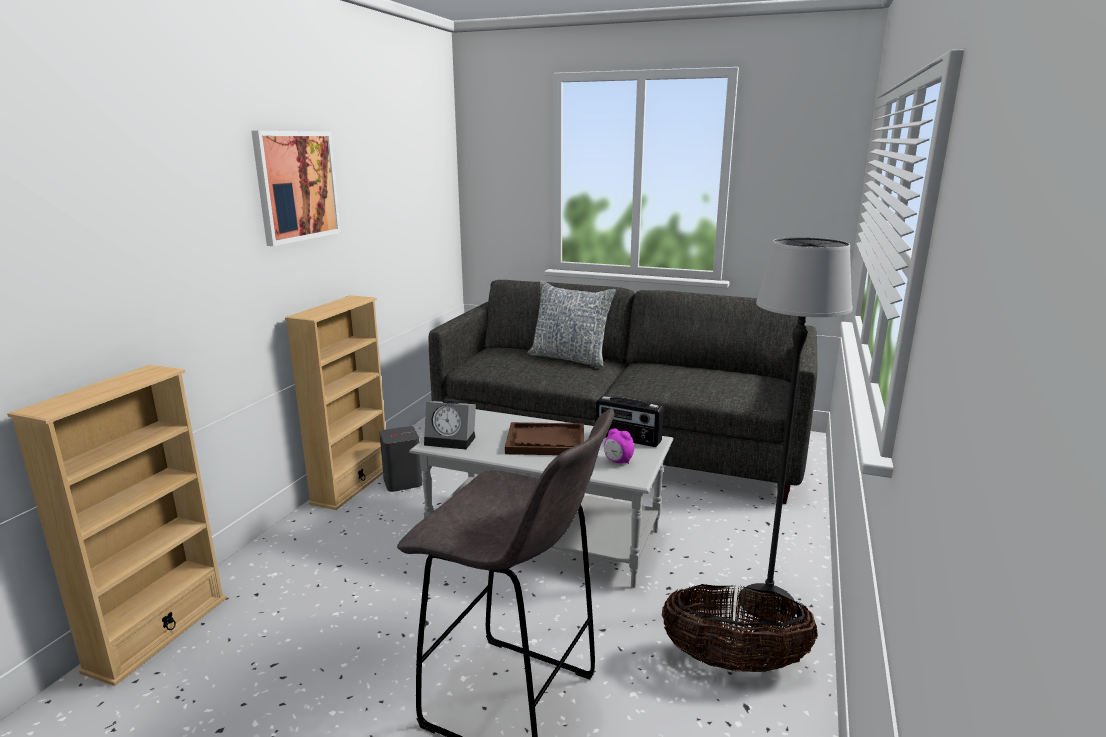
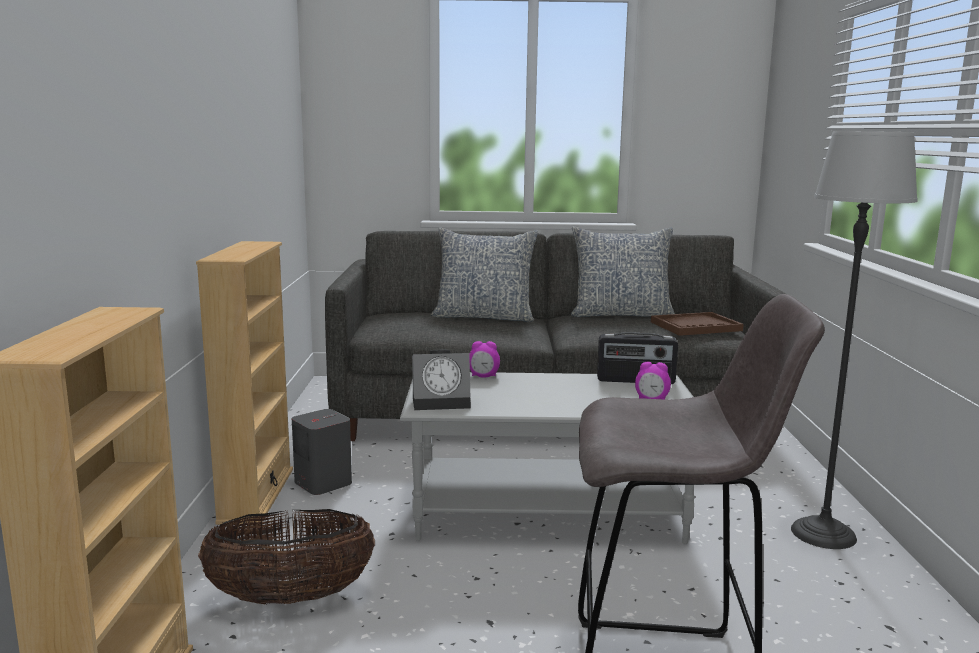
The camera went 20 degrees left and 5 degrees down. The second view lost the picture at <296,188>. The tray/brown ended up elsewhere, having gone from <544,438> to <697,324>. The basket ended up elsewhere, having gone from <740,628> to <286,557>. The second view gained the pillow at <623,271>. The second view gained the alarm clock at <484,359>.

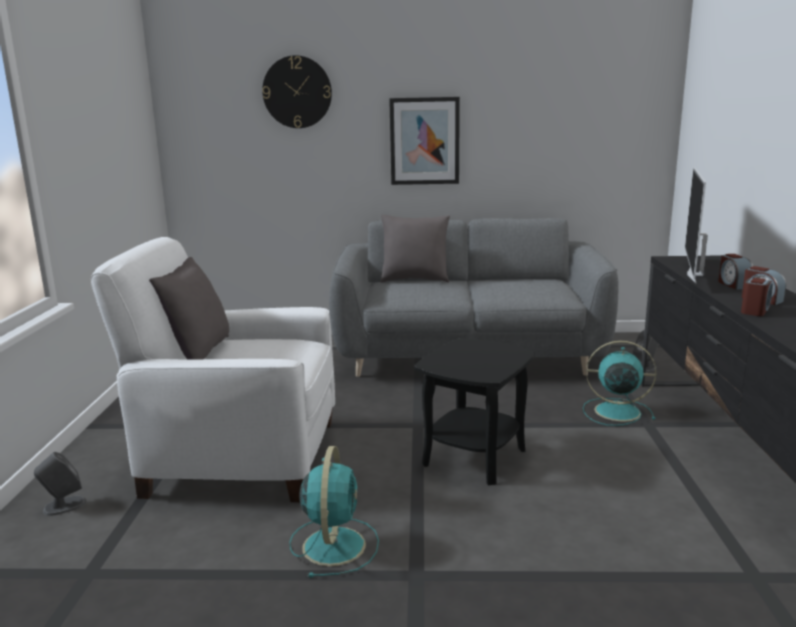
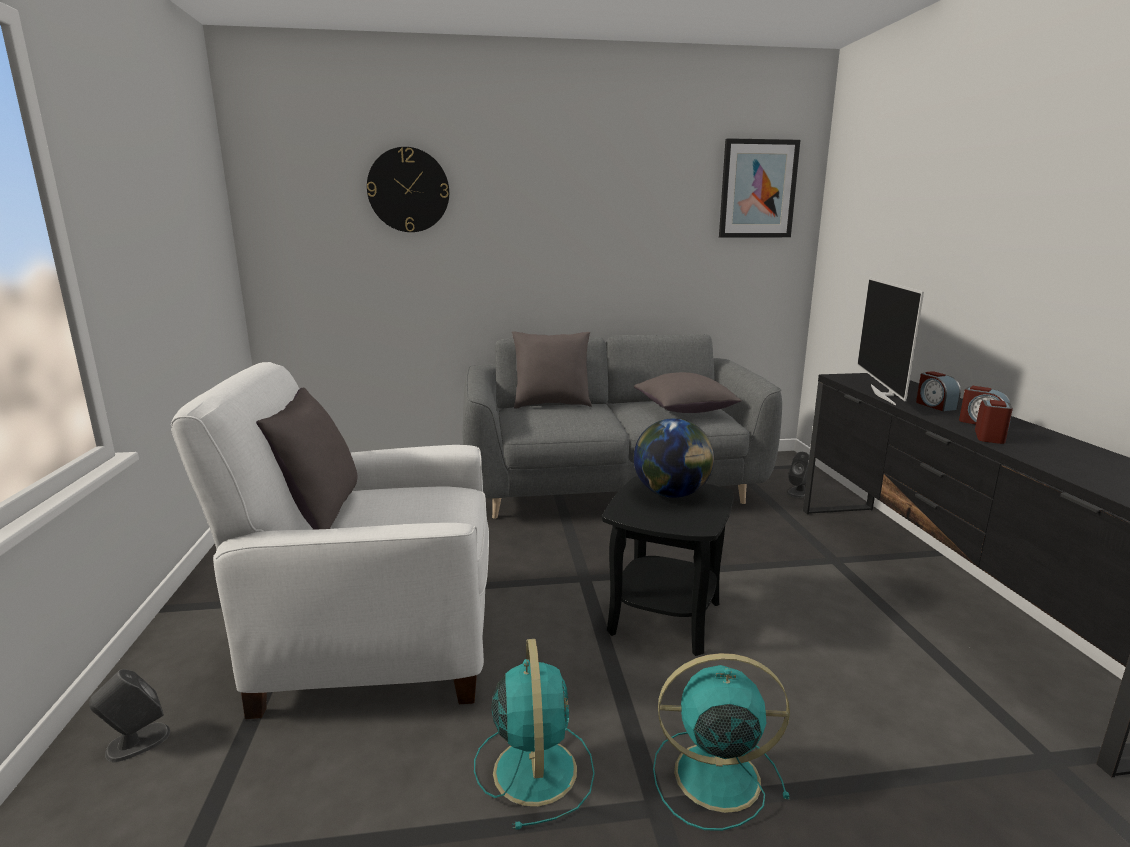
The camera went 10 degrees left and 0 degrees up. The picture ended up elsewhere, having gone from <424,141> to <759,188>. The fan/turquoise ended up elsewhere, having gone from <619,383> to <721,742>. The second view gained the pillow/grey at <688,392>. The second view gained the globe at <674,458>.

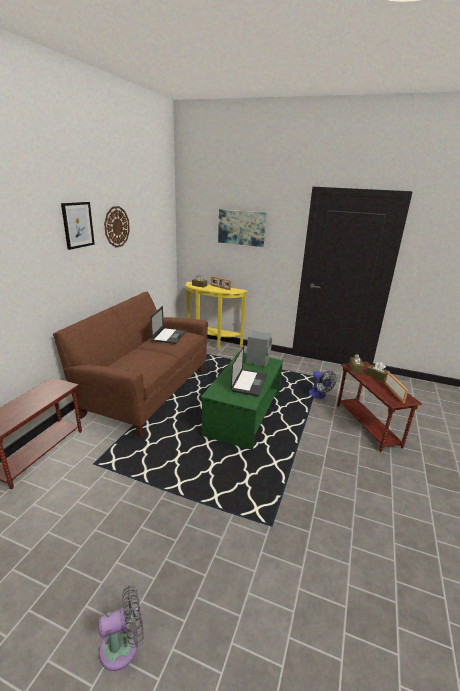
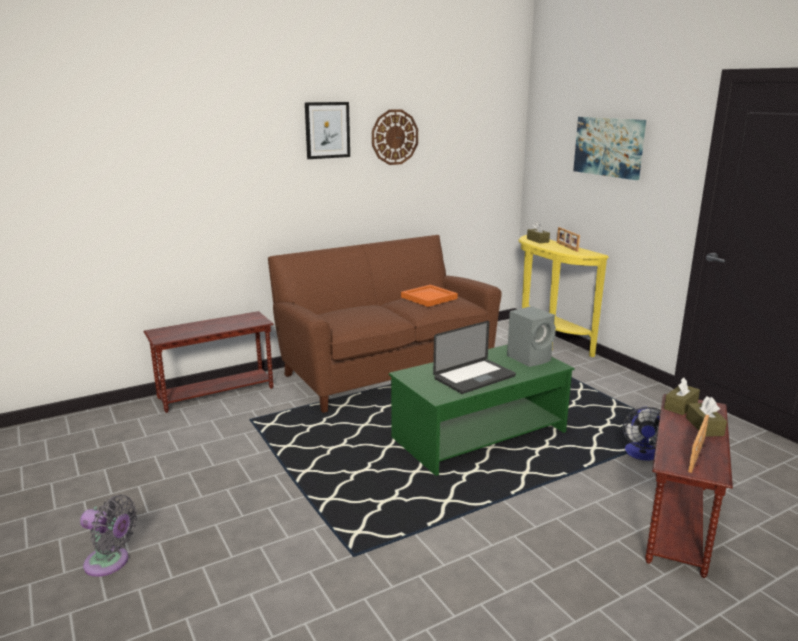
The camera went 40 degrees right and 5 degrees down. Where the laptop stood at <168,325>, the tray/orange came to stand at <429,296>.

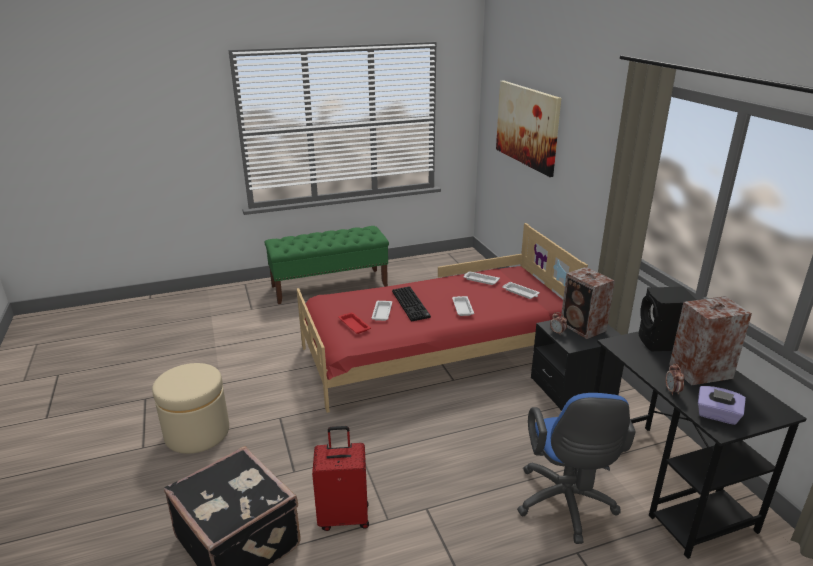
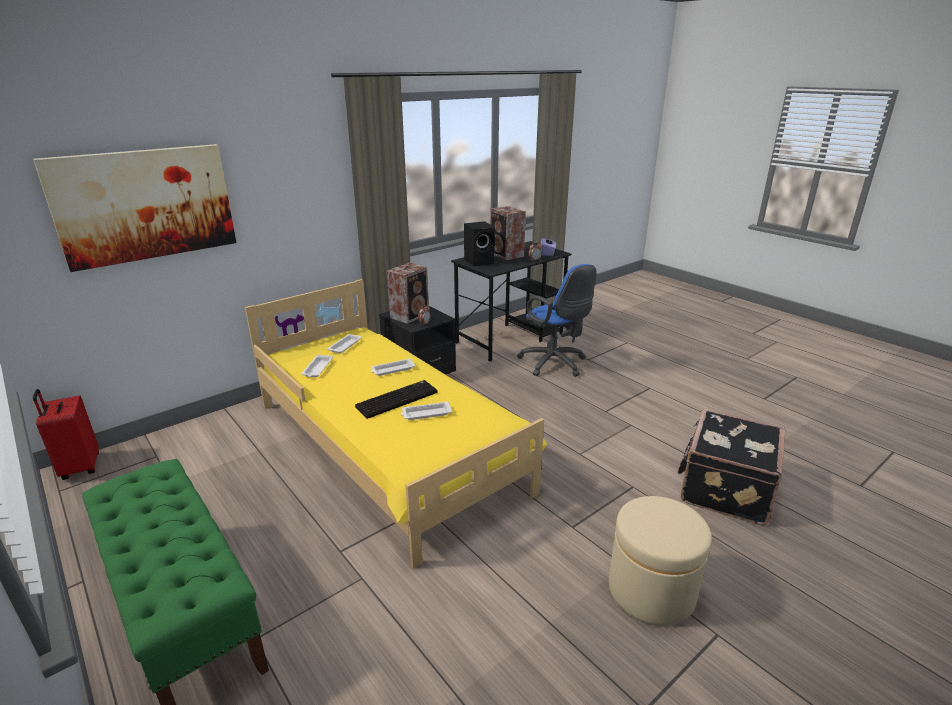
The camera went 110 degrees left and 0 degrees up. What was the bed/red at <442,318> turned into the bed/yellow at <396,424>. The second view lost the tray/red at <354,323>. The office chair/blue at <576,468> ended up facing another way, 75 degrees clockwise from before. The suitcase/red ended up elsewhere, having gone from <340,478> to <66,434>.

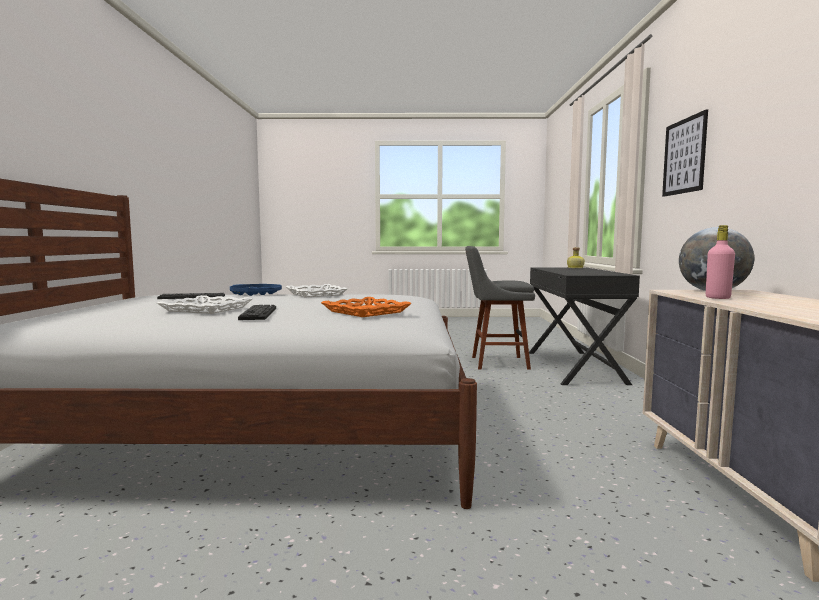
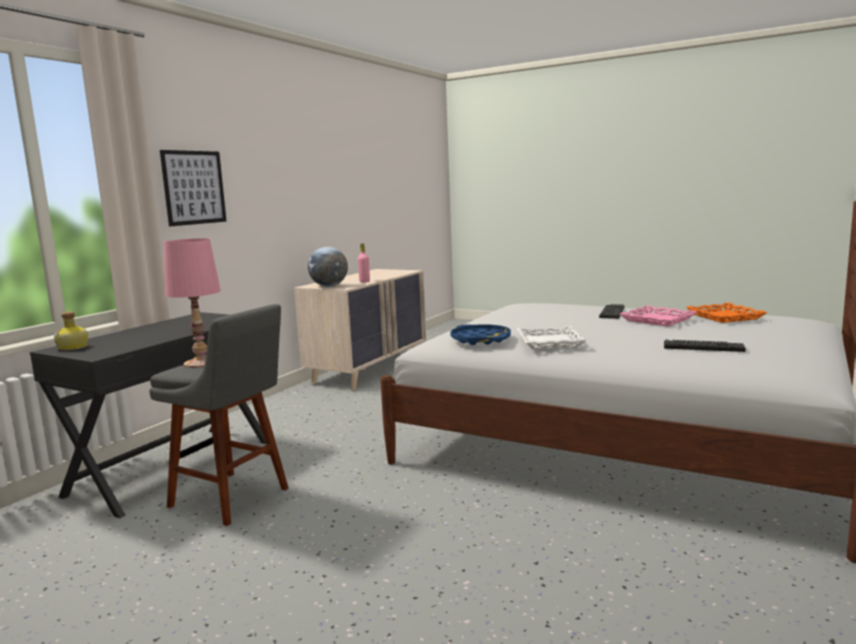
The camera went 150 degrees left and 5 degrees up. The tray/blue ended up elsewhere, having gone from <256,290> to <480,334>. What was the tray/white at <205,304> turned into the tray/pink at <658,315>. The tray/orange ended up elsewhere, having gone from <366,307> to <726,313>. The second view gained the table lamp/pink at <192,303>.

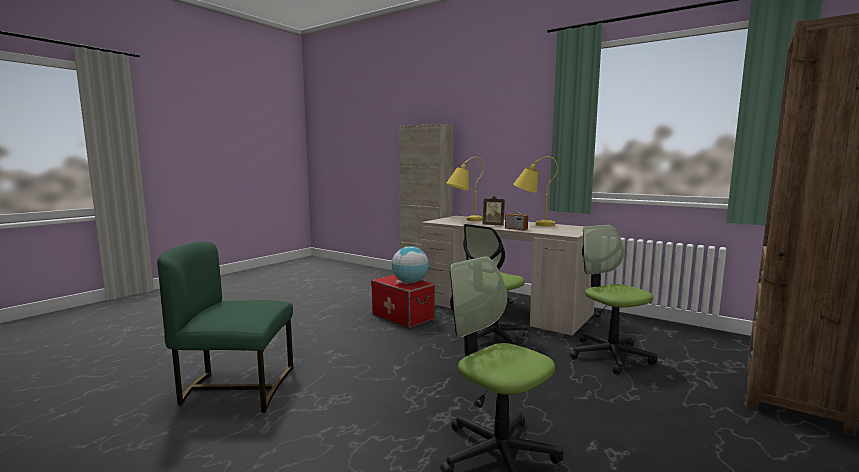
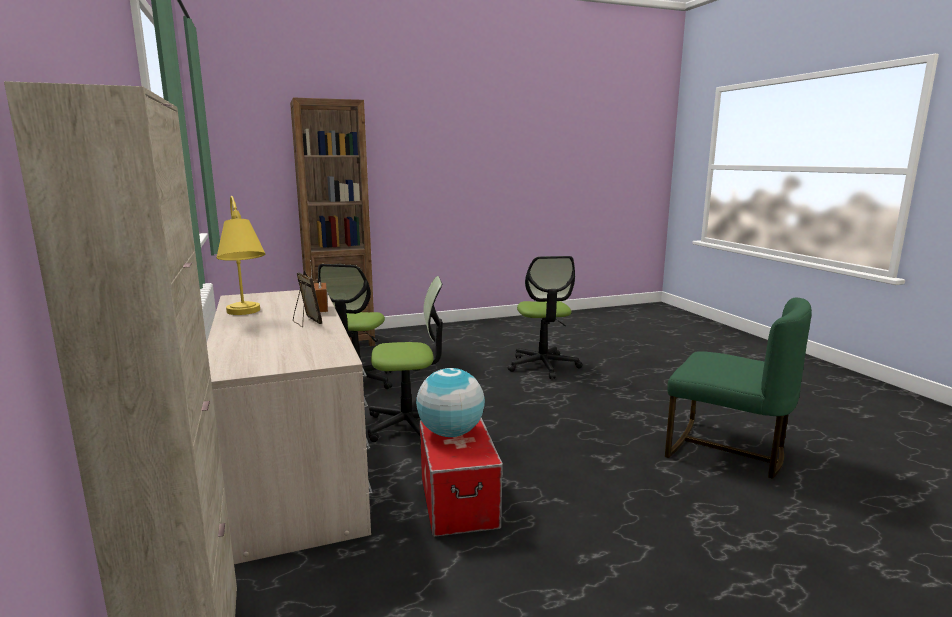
The camera went 145 degrees left and 5 degrees up. The second view lost the table lamp/yellow at <465,189>.

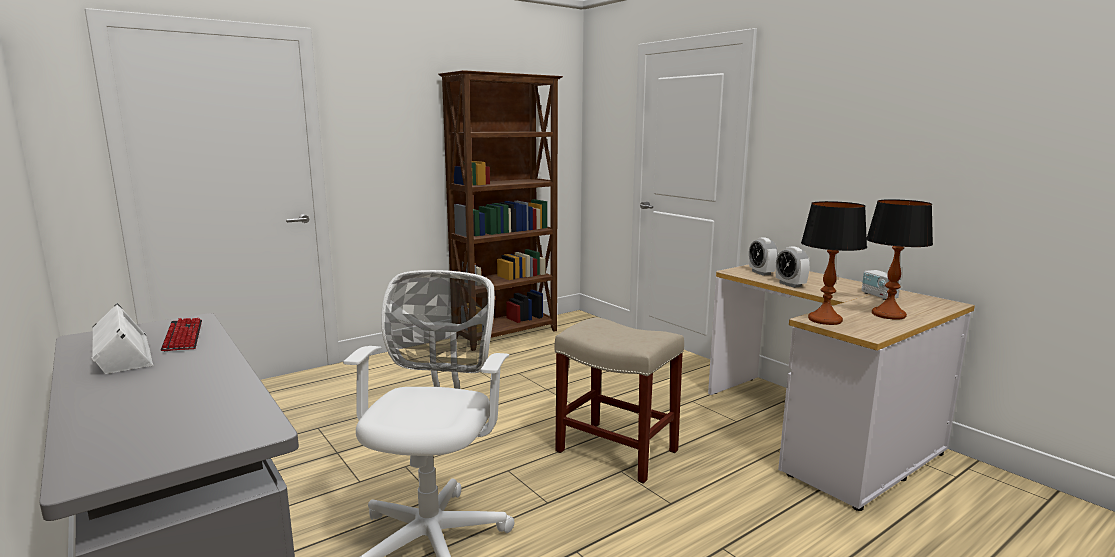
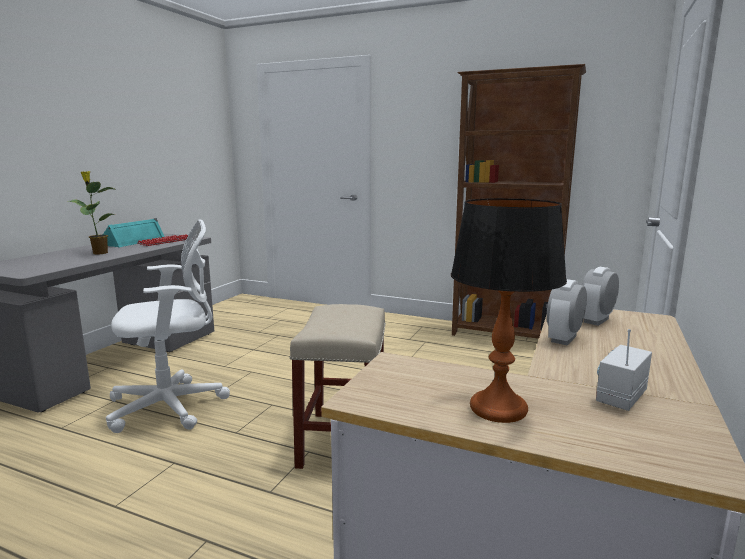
The camera went 60 degrees right and 0 degrees up. The second view lost the table lamp at <834,263>. What was the speaker/white at <122,338> turned into the speaker/turquoise at <133,232>. The second view gained the potted plant at <92,212>.

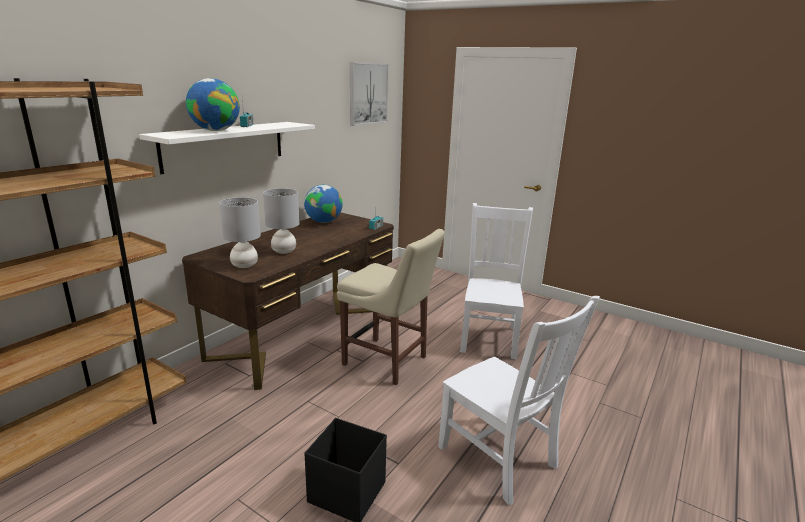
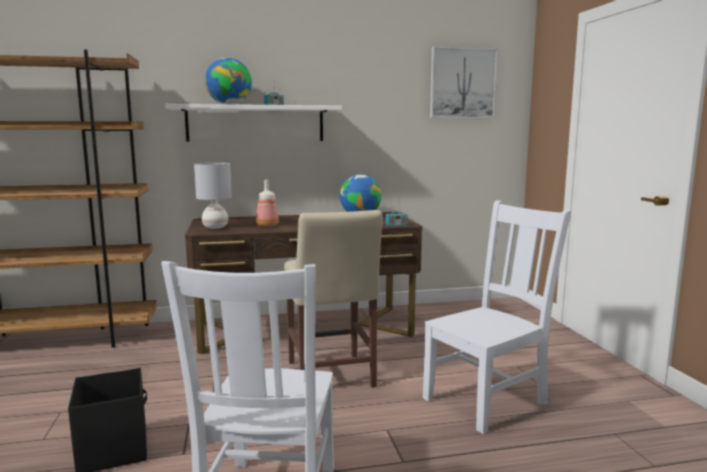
The camera went 45 degrees right and 10 degrees down. Where the table lamp/grey stood at <281,221>, the bottle came to stand at <267,203>.

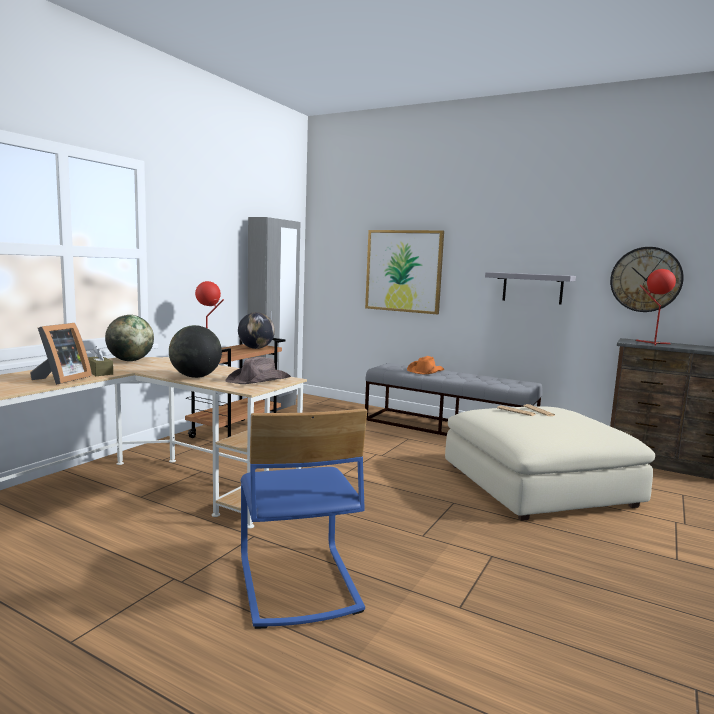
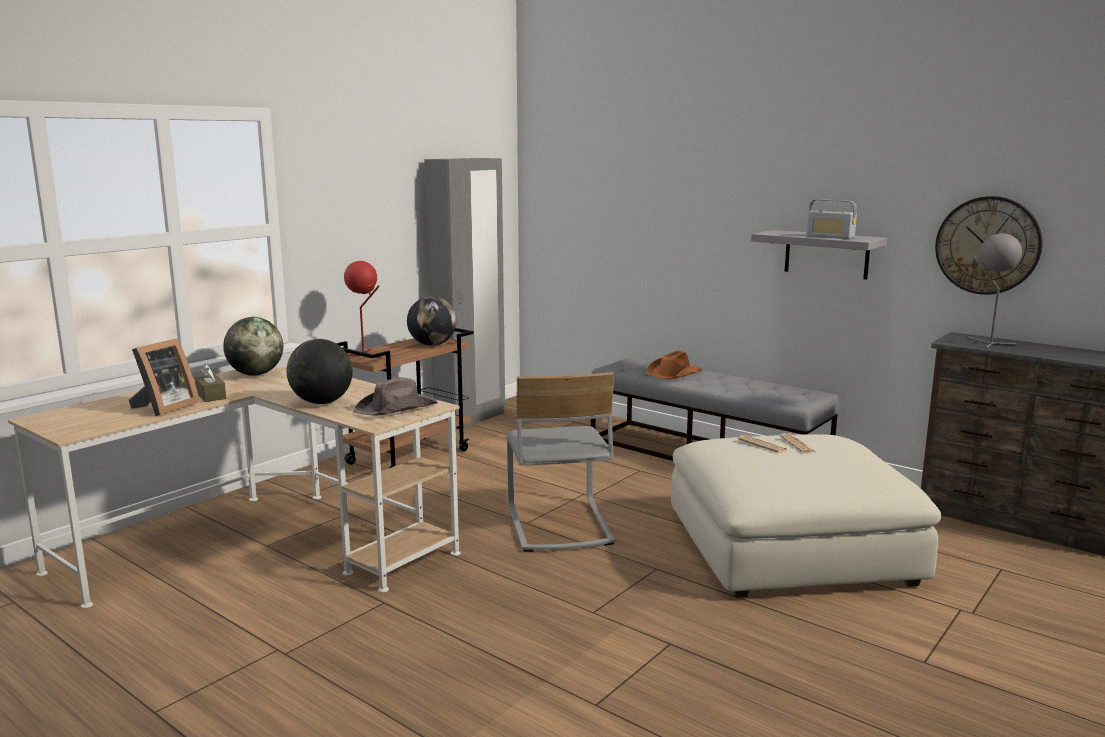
The camera went 10 degrees right and 5 degrees up. The second view lost the picture at <404,272>. What was the table lamp/red at <655,307> turned into the table lamp/grey at <994,291>. The second view lost the chair/blue at <304,519>. The second view gained the radio at <832,219>. The second view gained the chair/grey at <560,462>.

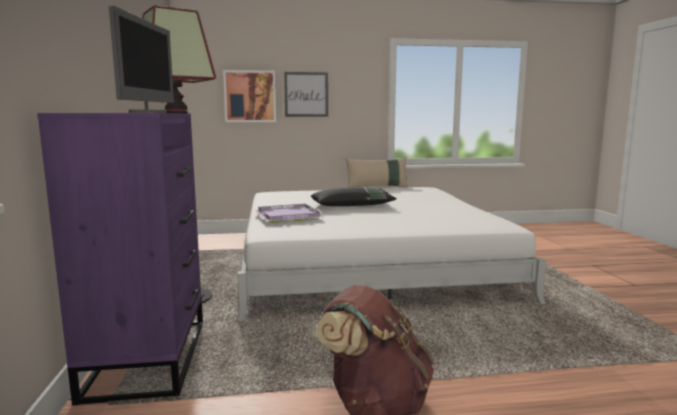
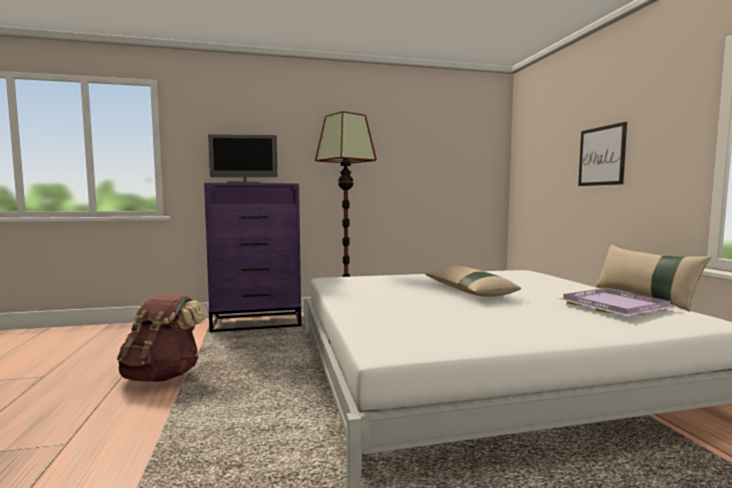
The camera went 85 degrees right and 5 degrees down. The second view lost the picture at <249,96>. What was the pillow/black at <354,196> turned into the pillow/beige at <473,281>. The tray/purple ended up elsewhere, having gone from <290,213> to <617,302>.

